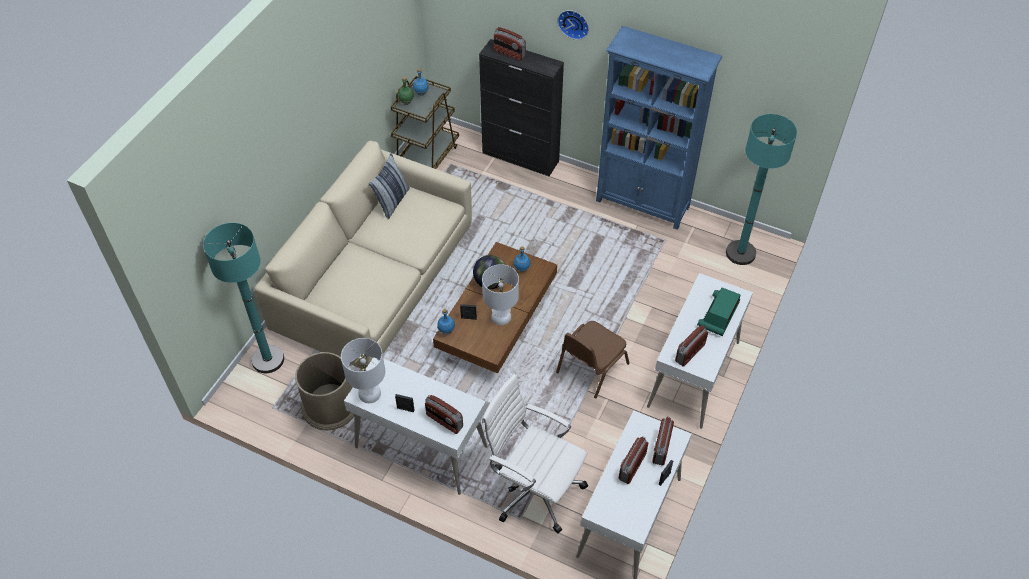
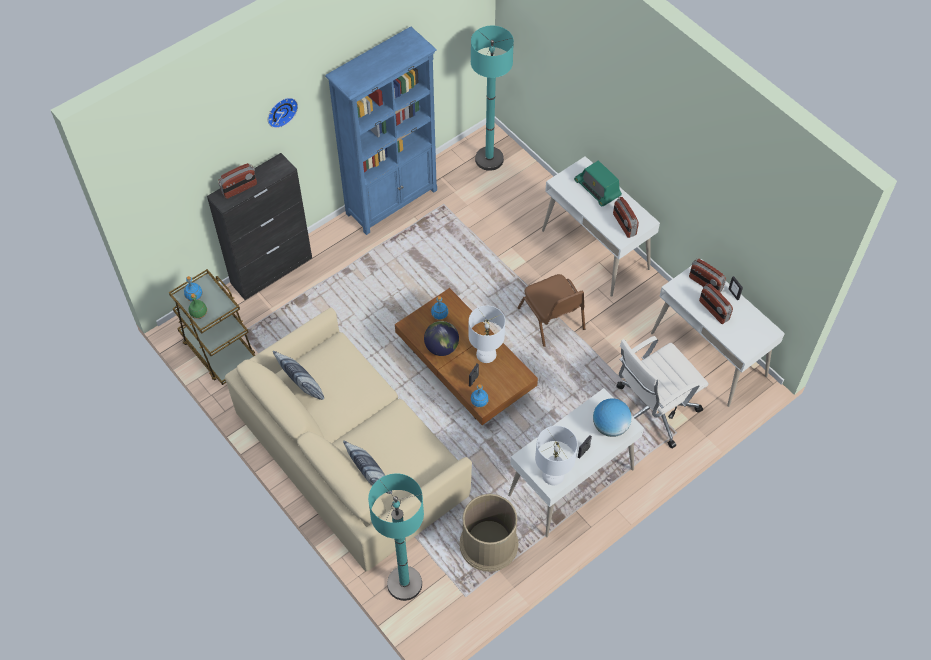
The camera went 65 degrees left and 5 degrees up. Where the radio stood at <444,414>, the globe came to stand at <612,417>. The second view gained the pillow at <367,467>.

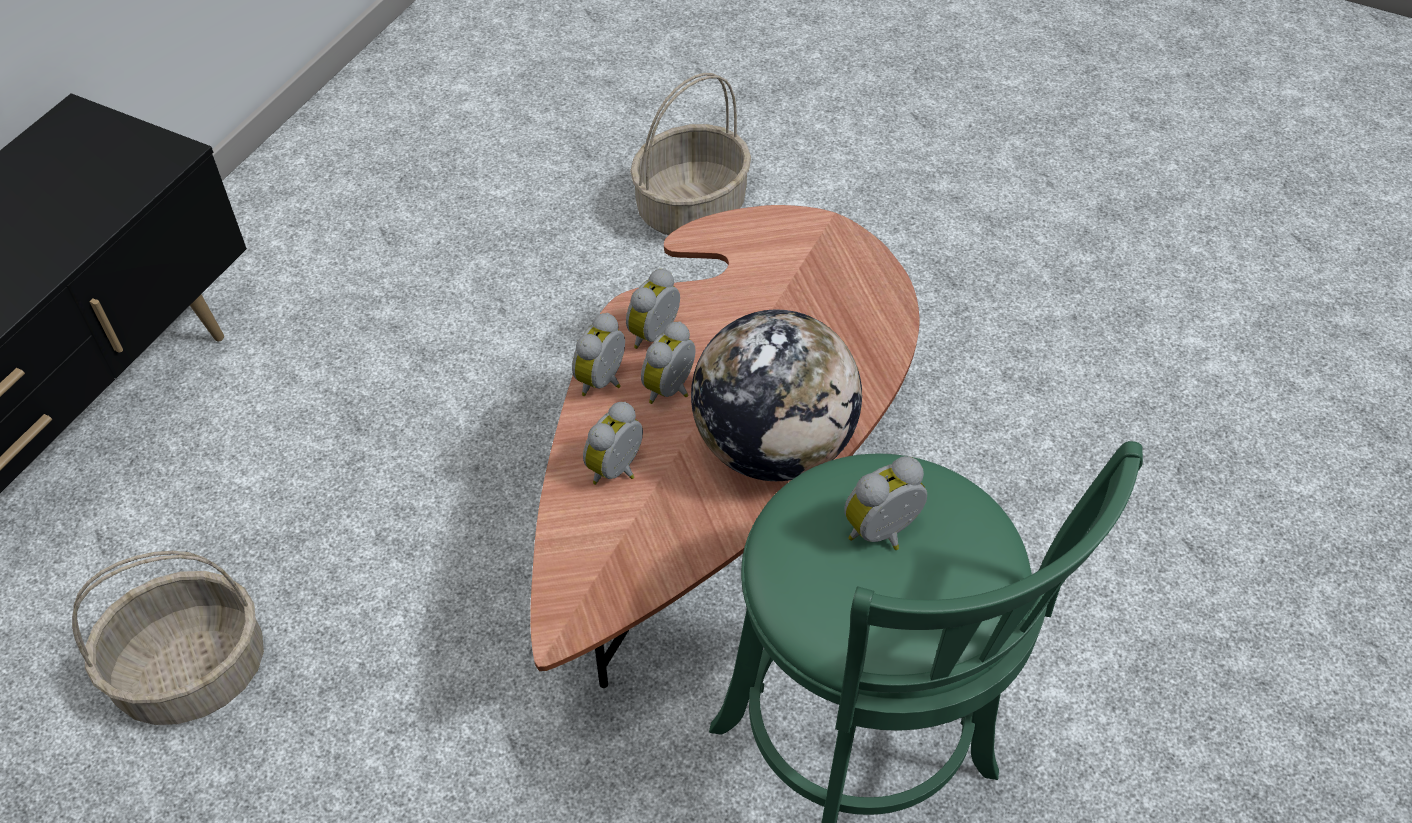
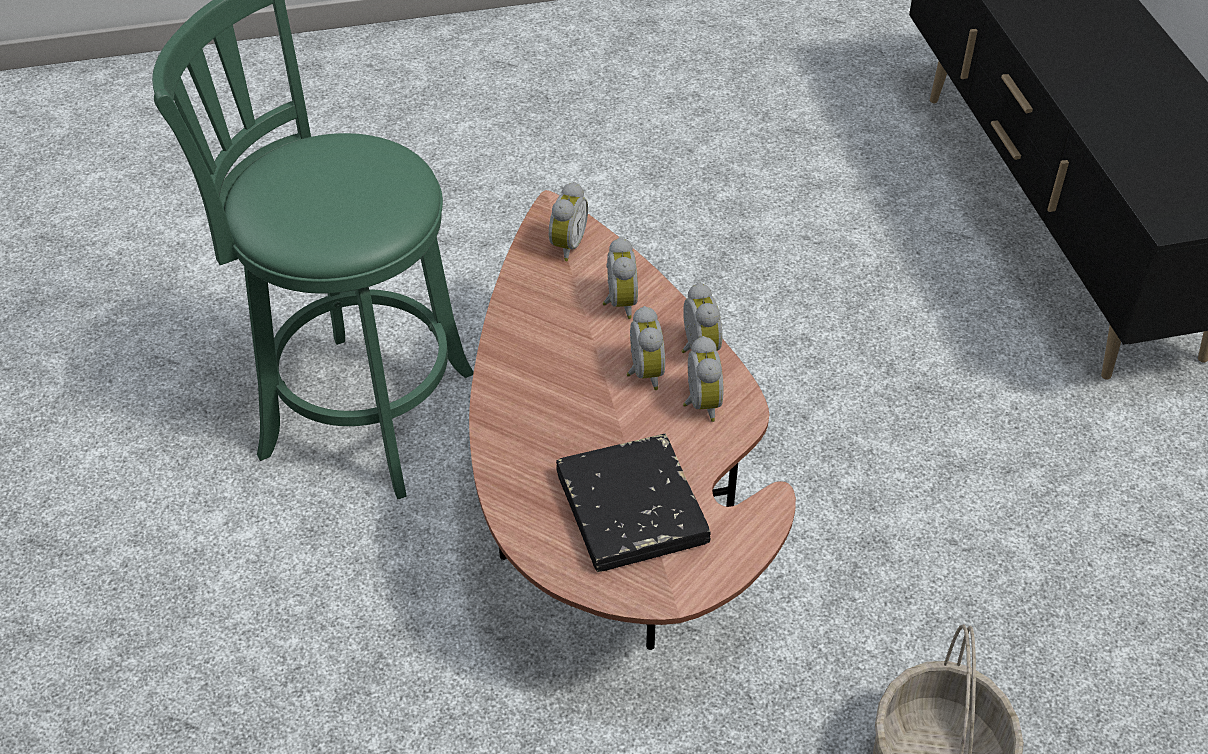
The camera went 140 degrees right and 5 degrees down. The second view lost the globe at <776,395>. The alarm clock ended up elsewhere, having gone from <885,503> to <568,221>. The second view lost the basket at <168,638>. The second view gained the book/black at <633,503>.

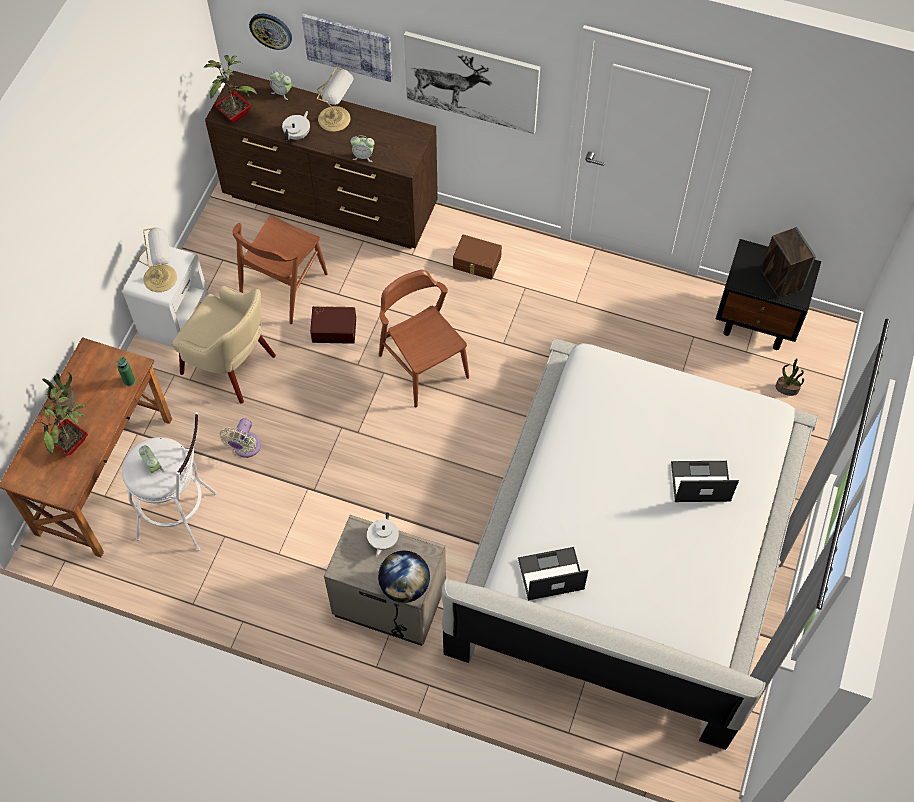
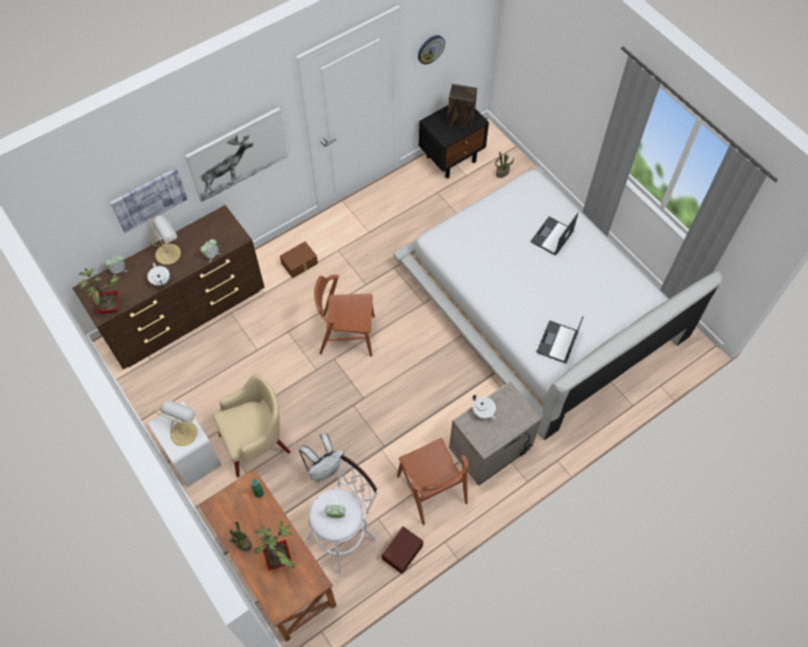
The camera went 55 degrees left and 0 degrees up. The wall clock ended up elsewhere, having gone from <270,32> to <431,50>. The chair/brown ended up elsewhere, having gone from <280,269> to <433,481>. The storage box/brown ended up elsewhere, having gone from <333,325> to <402,550>. Where the fan/beige stood at <240,438>, the backpack/white came to stand at <321,457>. The second view lost the globe at <404,577>.

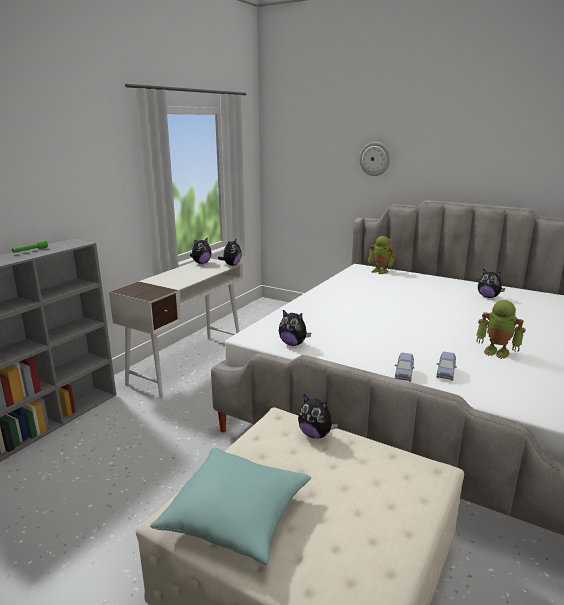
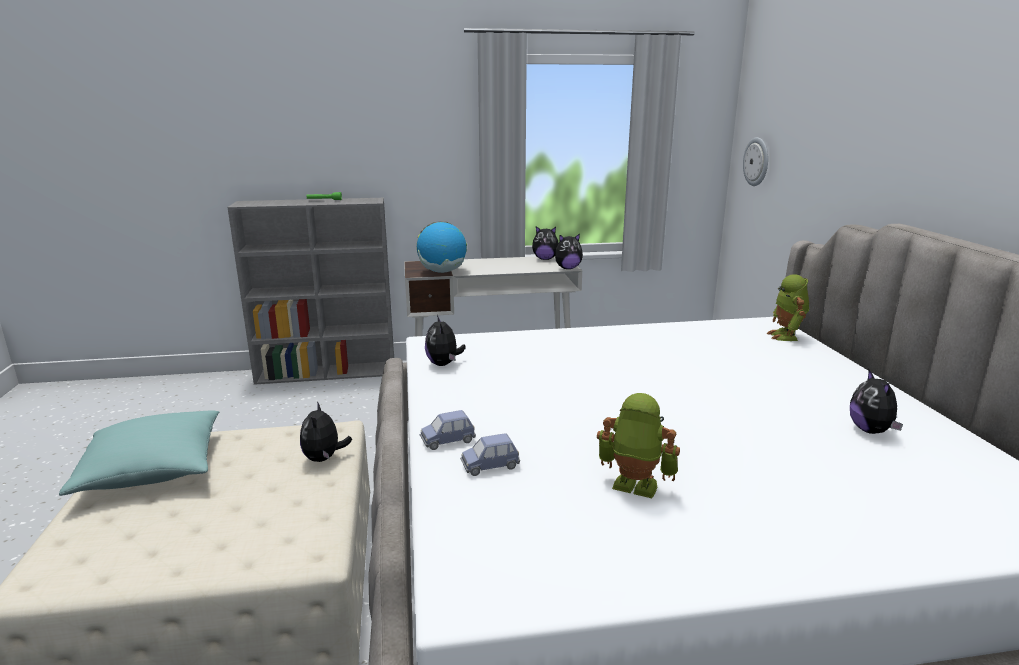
The camera went 50 degrees right and 0 degrees up. The wall clock ended up elsewhere, having gone from <375,159> to <755,161>. The toy robot at <501,329> ended up facing another way, 120 degrees clockwise from before. The second view gained the globe at <442,247>.

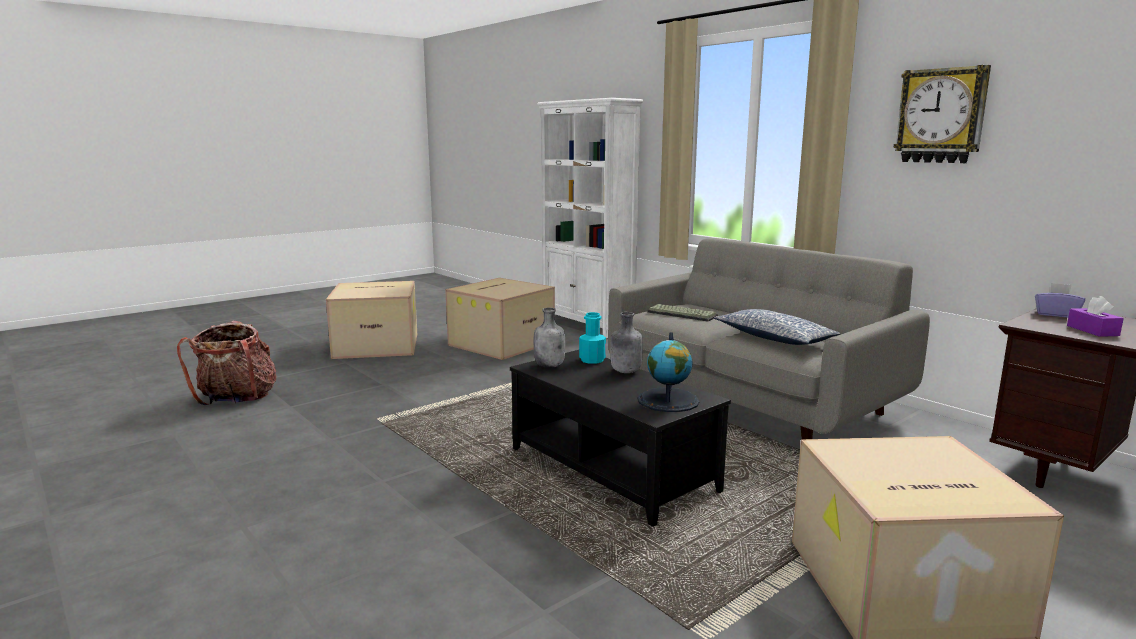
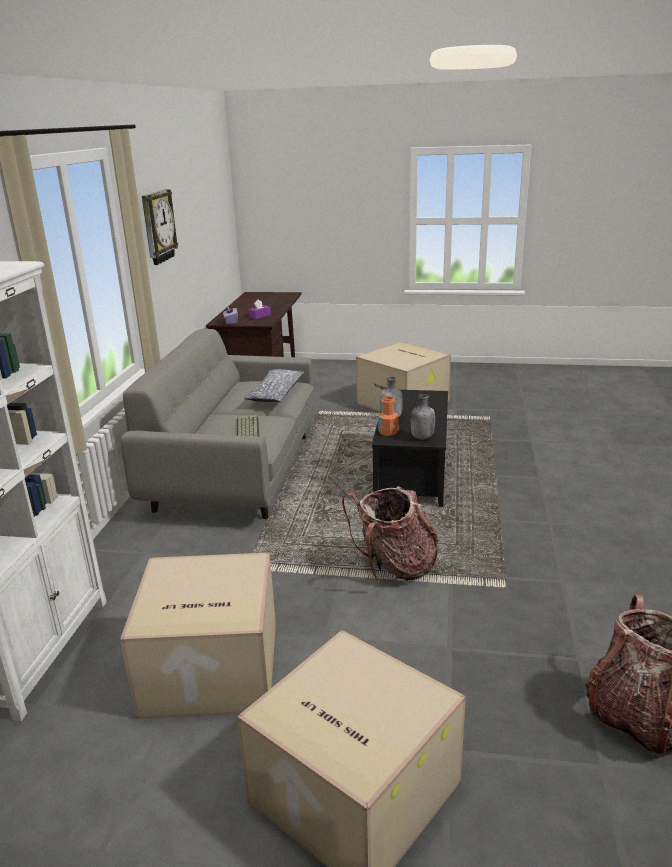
The camera went 130 degrees left and 10 degrees up. What was the bottle/turquoise at <592,338> turned into the bottle/orange at <388,416>. The second view lost the globe at <669,372>. The second view gained the backpack at <390,534>.

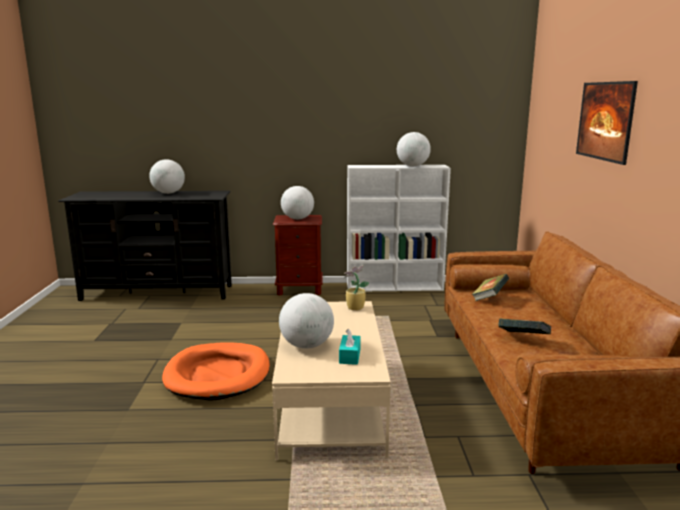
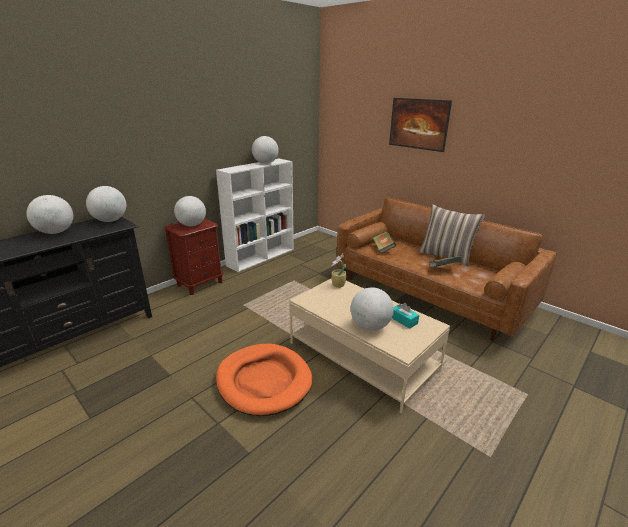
The camera went 45 degrees left and 10 degrees up. The second view gained the globe at <106,204>. The second view gained the pillow at <452,235>.

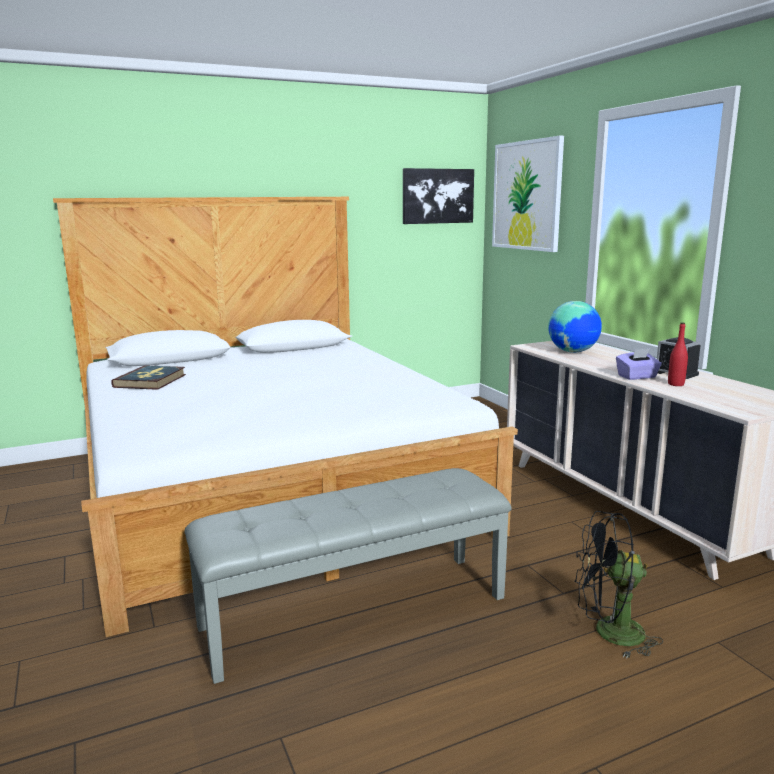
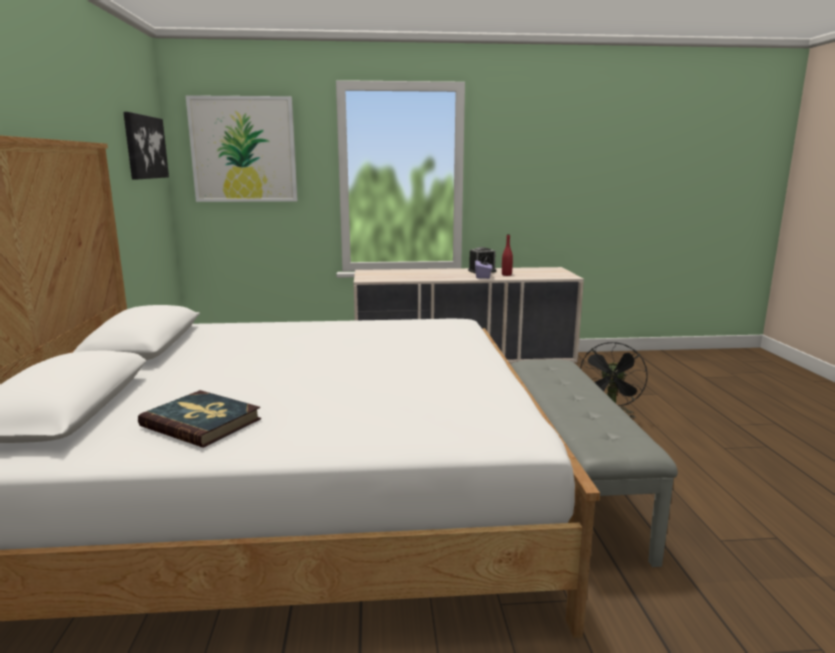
The camera went 70 degrees left and 0 degrees up. The second view lost the globe at <575,327>.

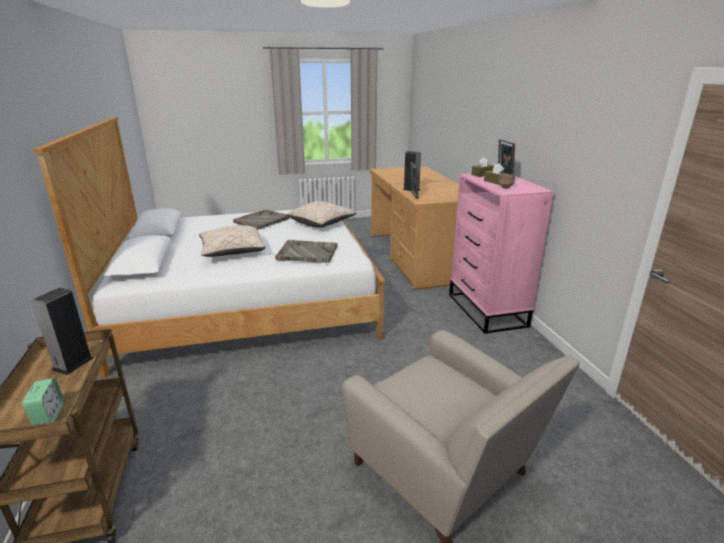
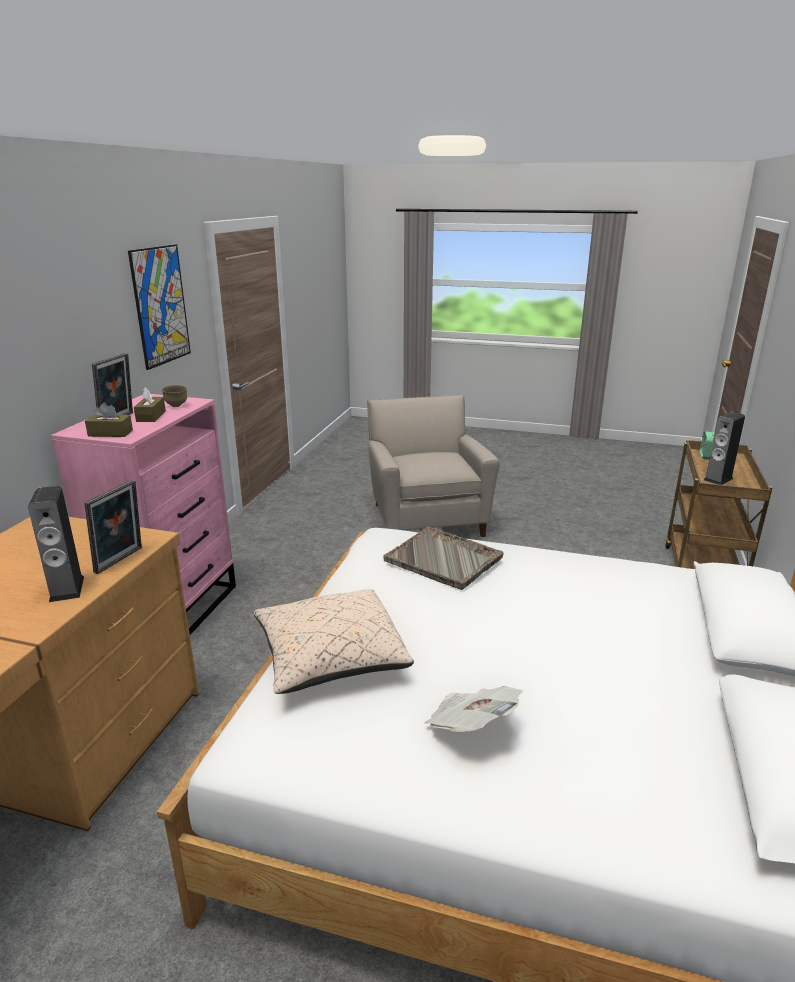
The camera went 150 degrees left and 0 degrees up. Where the tray/grey stood at <261,219>, the newspaper came to stand at <474,709>. The second view lost the pillow/beige at <232,241>. The second view gained the picture at <159,307>.

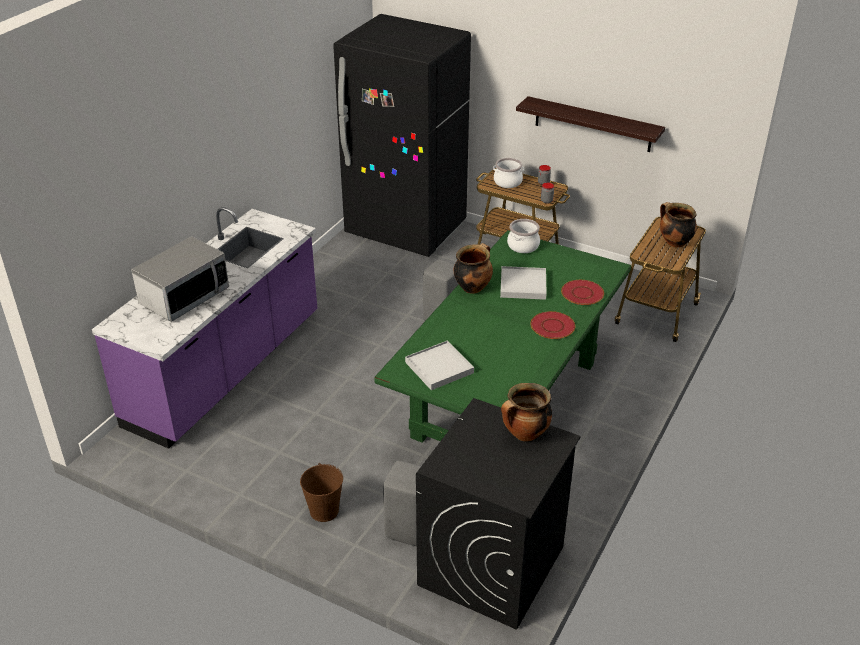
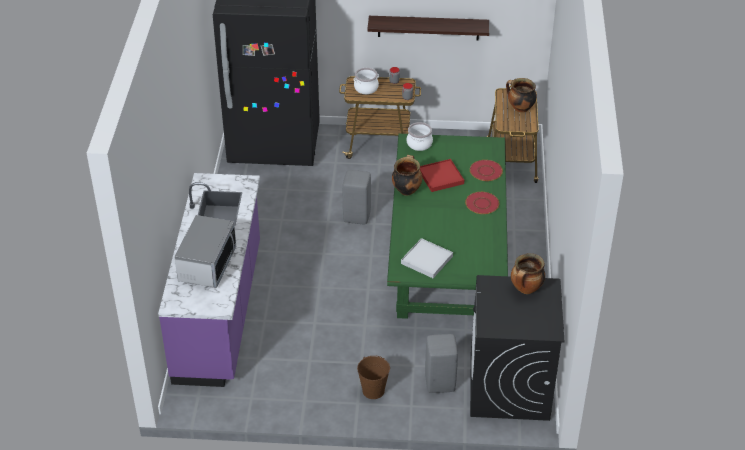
The camera went 25 degrees left and 5 degrees up. What was the tray/white at <523,283> turned into the tray/red at <442,175>.

